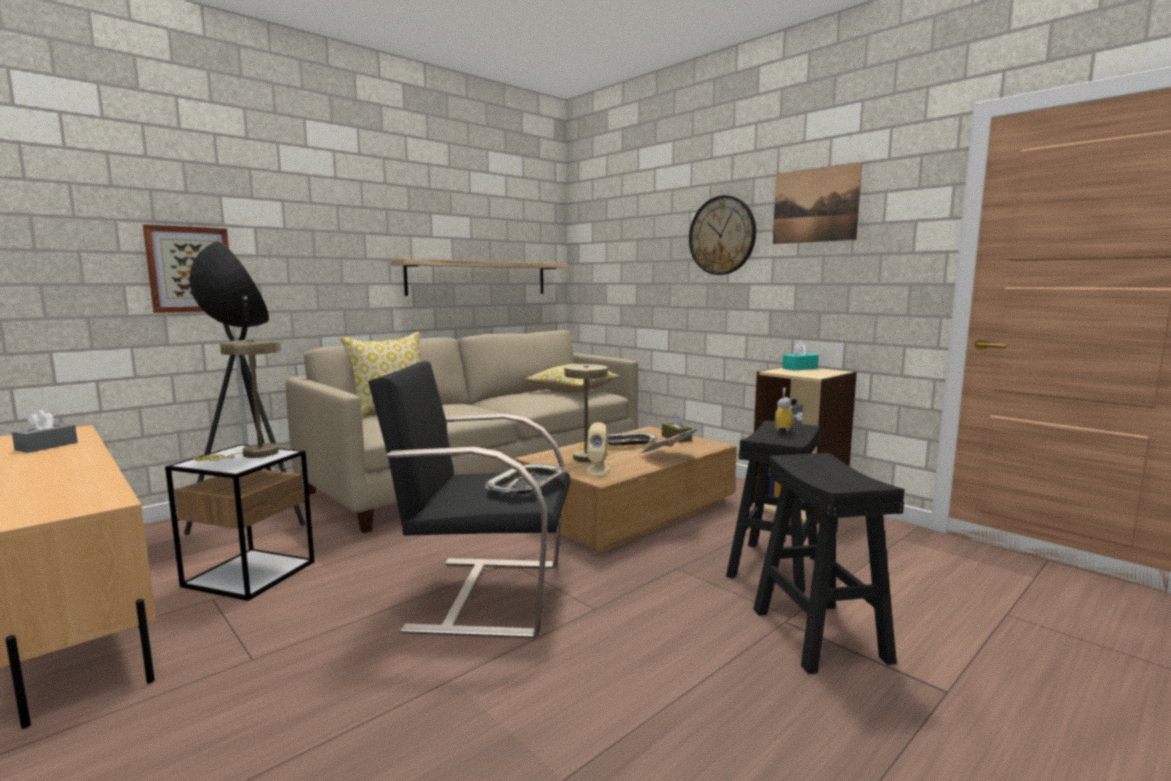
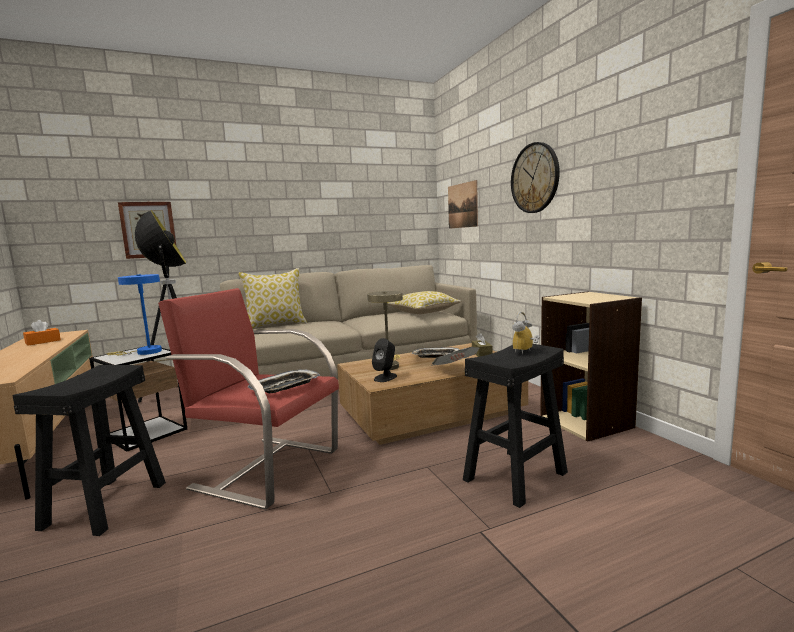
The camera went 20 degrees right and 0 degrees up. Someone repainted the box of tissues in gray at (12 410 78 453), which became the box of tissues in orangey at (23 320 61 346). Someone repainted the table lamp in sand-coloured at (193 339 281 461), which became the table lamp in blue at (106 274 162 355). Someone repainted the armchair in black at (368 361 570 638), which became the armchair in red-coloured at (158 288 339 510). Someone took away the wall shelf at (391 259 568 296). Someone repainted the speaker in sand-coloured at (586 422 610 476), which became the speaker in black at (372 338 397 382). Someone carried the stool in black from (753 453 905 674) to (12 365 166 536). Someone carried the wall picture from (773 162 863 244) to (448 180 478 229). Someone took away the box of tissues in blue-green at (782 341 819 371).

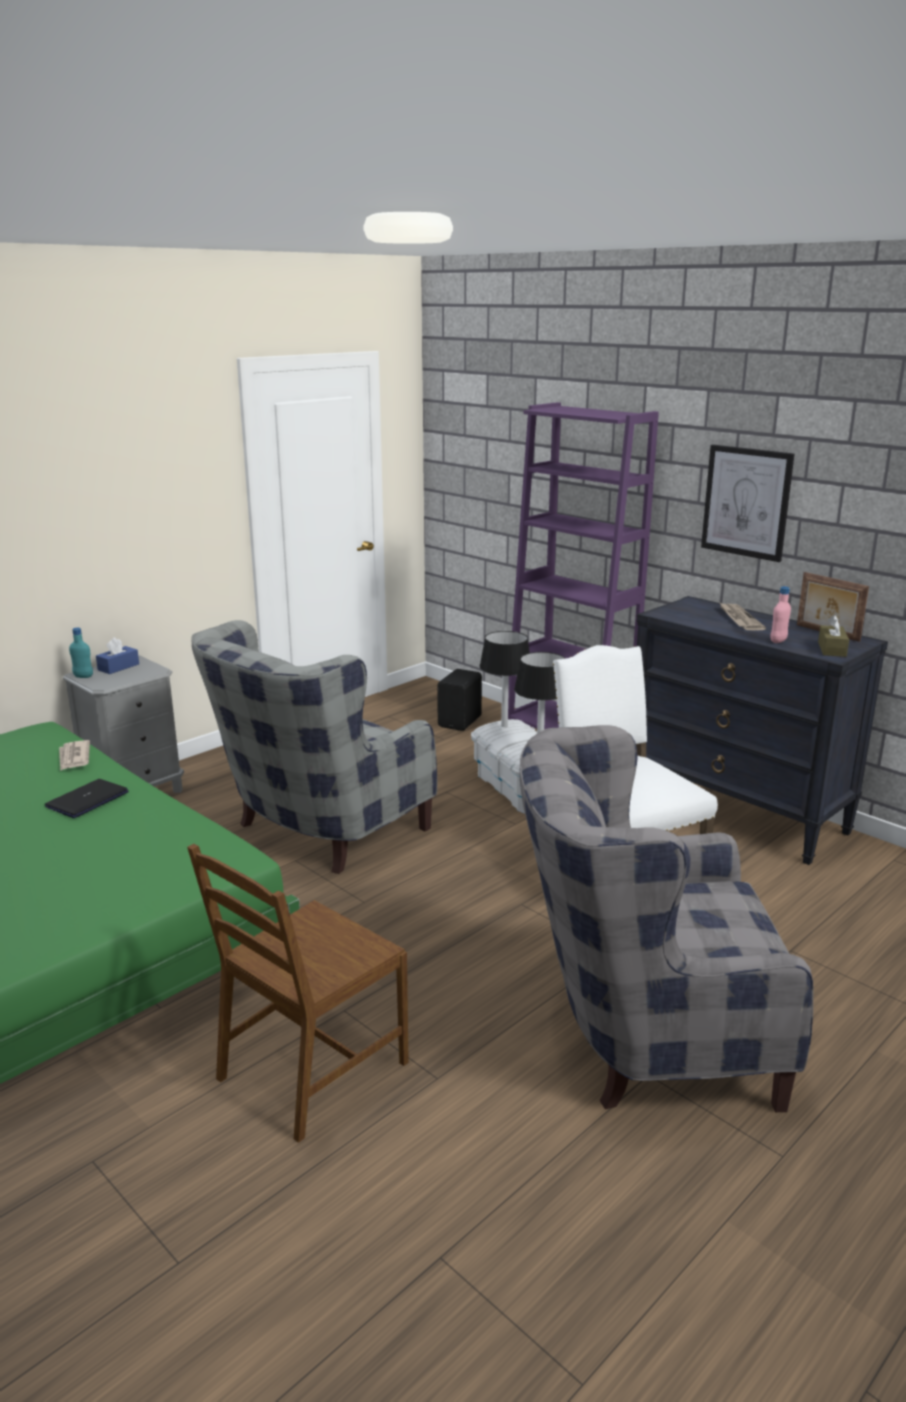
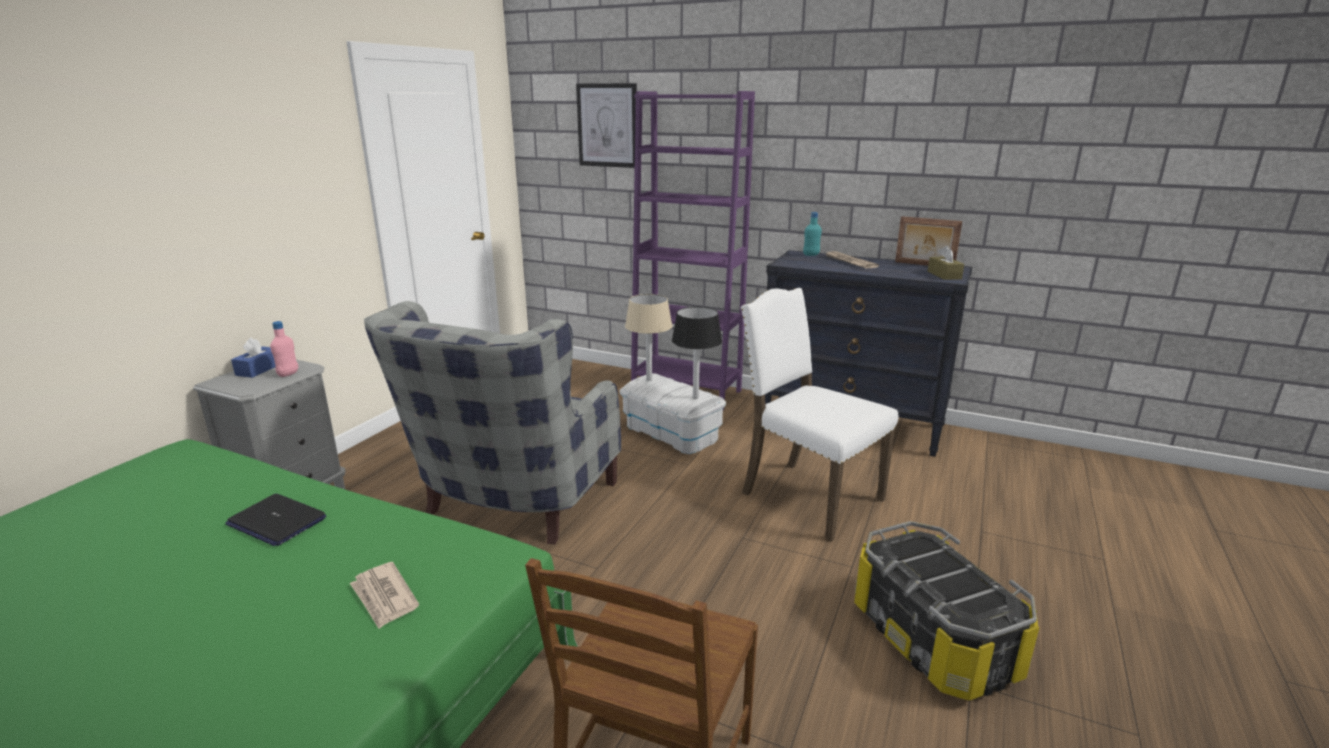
The camera went 20 degrees left and 0 degrees up. Someone rotated the portable computer at (45 779 129 818) by 75 degrees counterclockwise. Someone carried the daily paper from (59 740 90 771) to (350 562 419 629). Someone carried the beverage bottle in blue-green from (69 628 93 678) to (803 212 822 256). Someone took away the speaker in black at (437 669 482 731). Someone repainted the table lamp in black at (479 631 530 727), which became the table lamp in sand-coloured at (625 294 673 381). Someone swapped the armchair in gray at (520 725 813 1112) for the storage bin at (854 521 1039 701). Someone carried the wall picture from (701 444 794 562) to (576 83 637 168). Someone carried the beverage bottle in pink from (770 586 791 643) to (270 321 298 377).

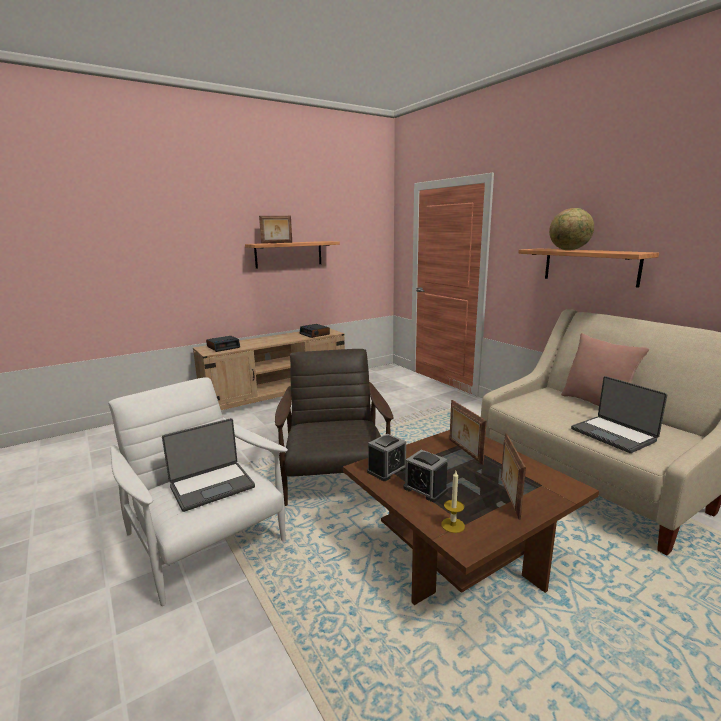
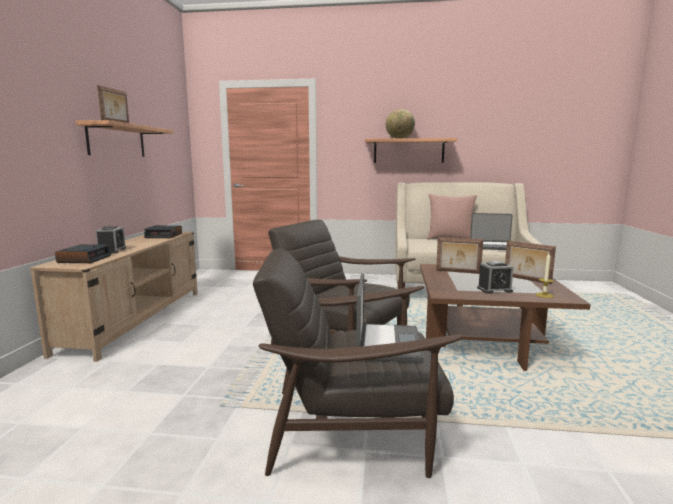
The camera went 50 degrees left and 5 degrees down. Someone repainted the armchair in white-coloured at (108 377 288 606), which became the armchair in brownish at (253 248 463 478). Someone carried the alarm clock from (367 434 406 481) to (95 226 126 254).

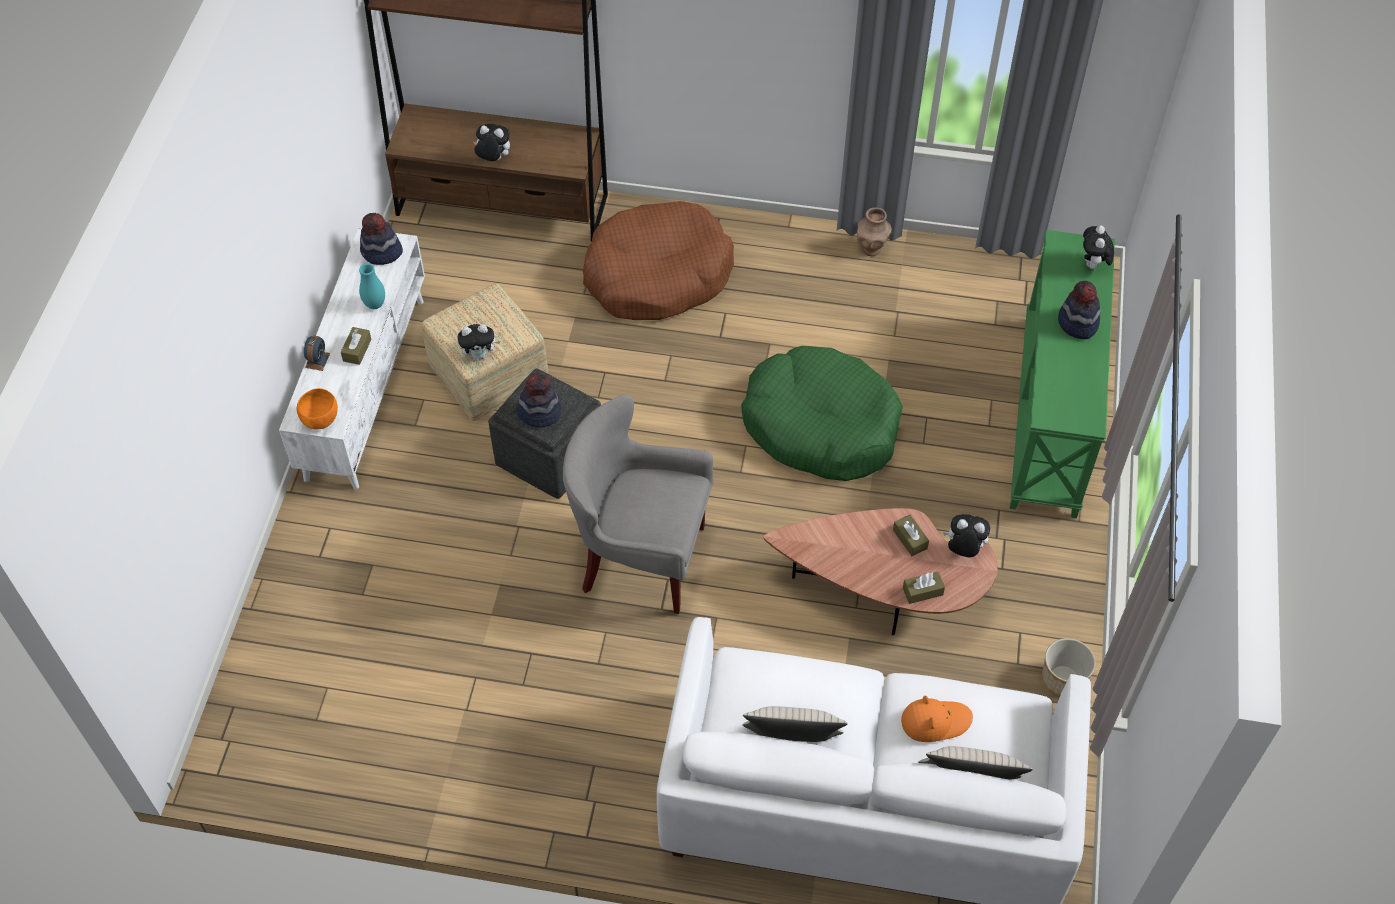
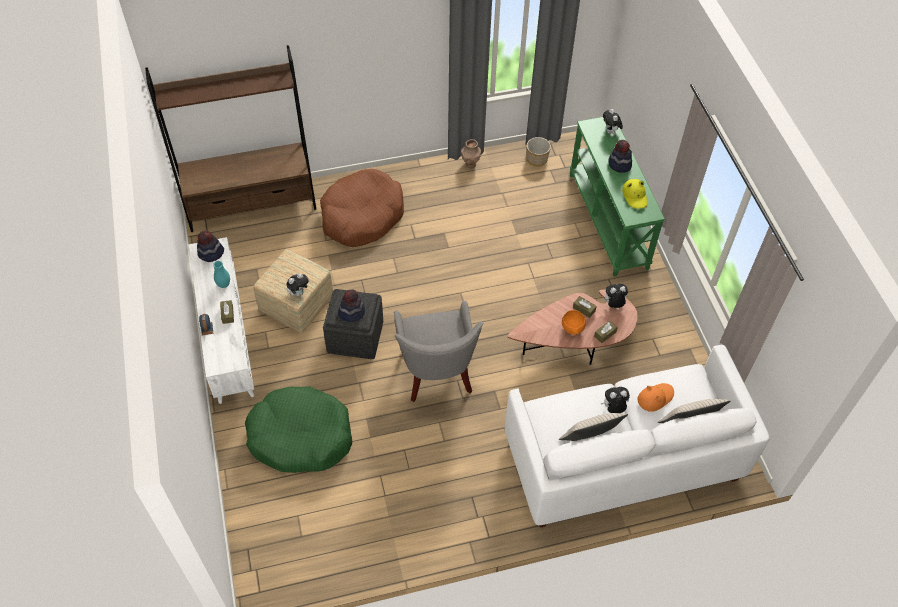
The camera went 25 degrees left and 0 degrees up. Someone carried the deep dish in orangey from (297 388 338 429) to (562 310 586 335). Someone carried the cuddly toy from (474 124 510 161) to (601 387 630 413). Someone rotated the armchair in gray at (563 394 713 614) by 90 degrees counterclockwise. Someone carried the dog cushion in green-coloured from (741 346 903 481) to (245 386 352 473). Someone carried the flower pot from (1042 638 1096 696) to (527 137 551 166). Someone put down the clothing hat in yellow at (622 179 648 209).

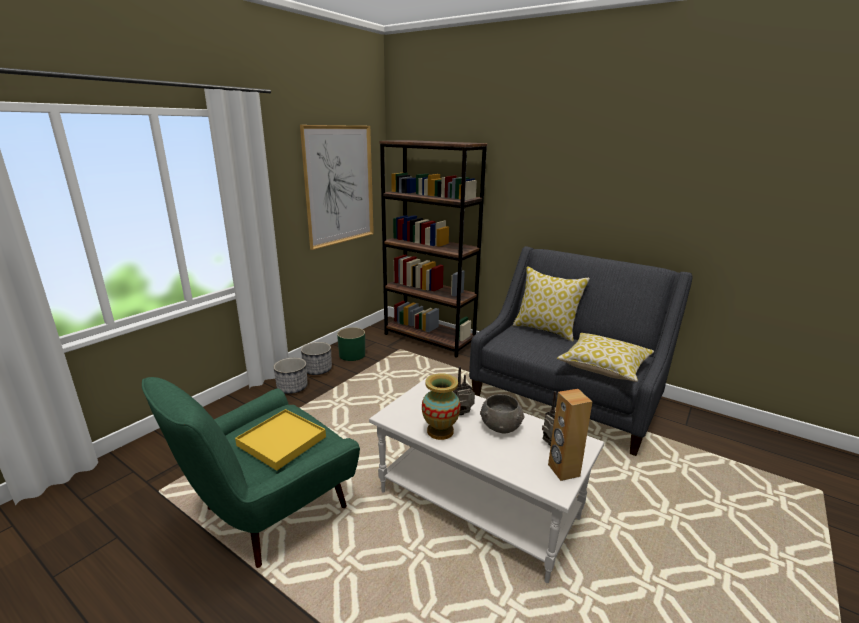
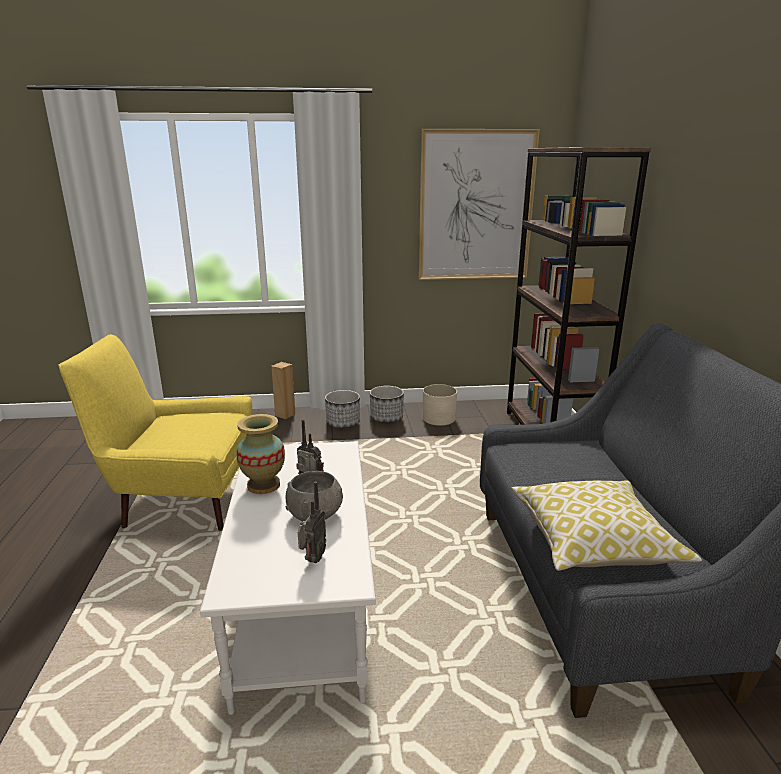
The camera went 50 degrees right and 0 degrees up. Someone repainted the armchair in green-coloured at (142 377 360 568), which became the armchair in yellow at (58 334 253 531). Someone took away the carrying tray in yellow at (235 409 326 471). Someone repainted the flower pot in green-coloured at (337 327 365 361), which became the flower pot in sand-coloured at (423 384 457 426). Someone took away the cushion at (513 266 590 342). Someone carried the speaker in brownish from (548 389 593 481) to (271 362 295 419).

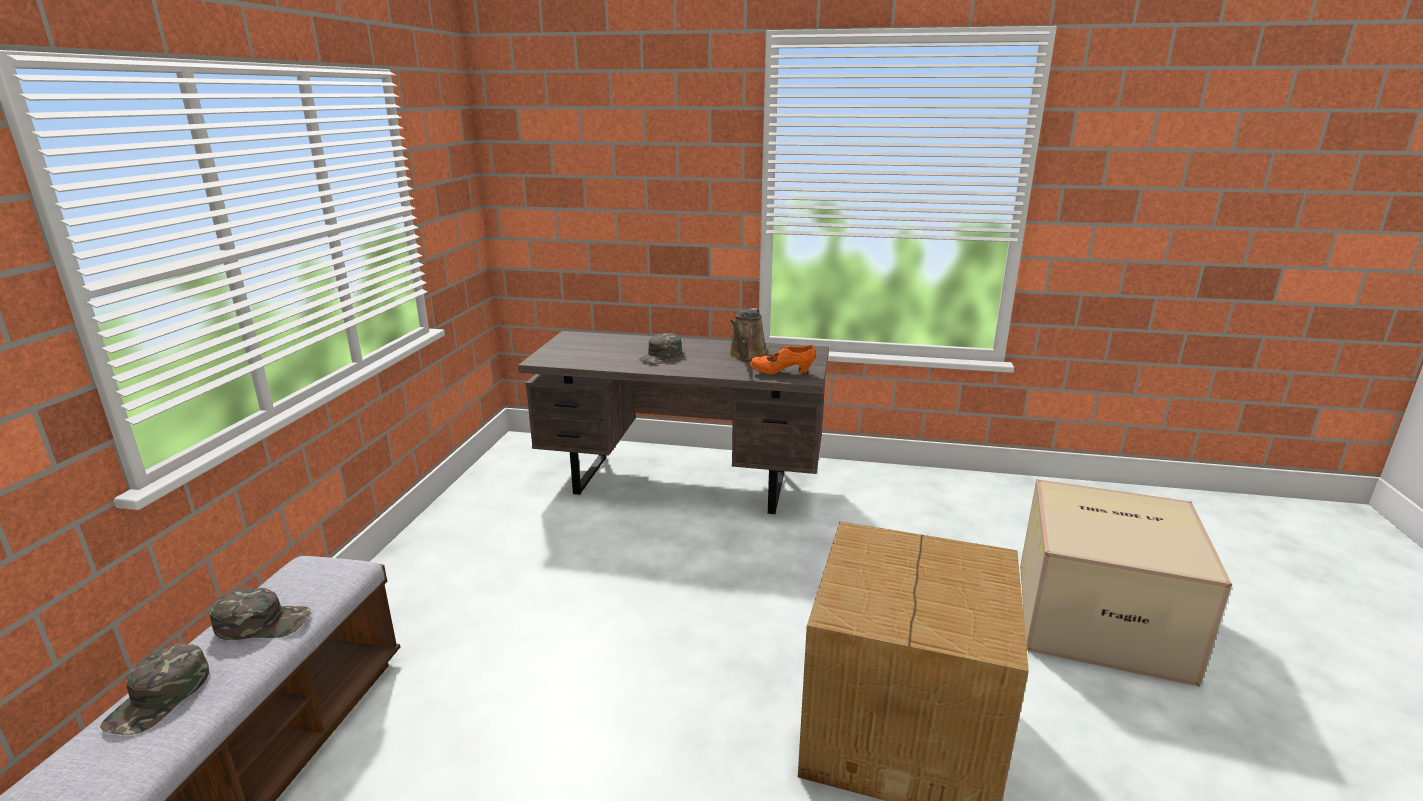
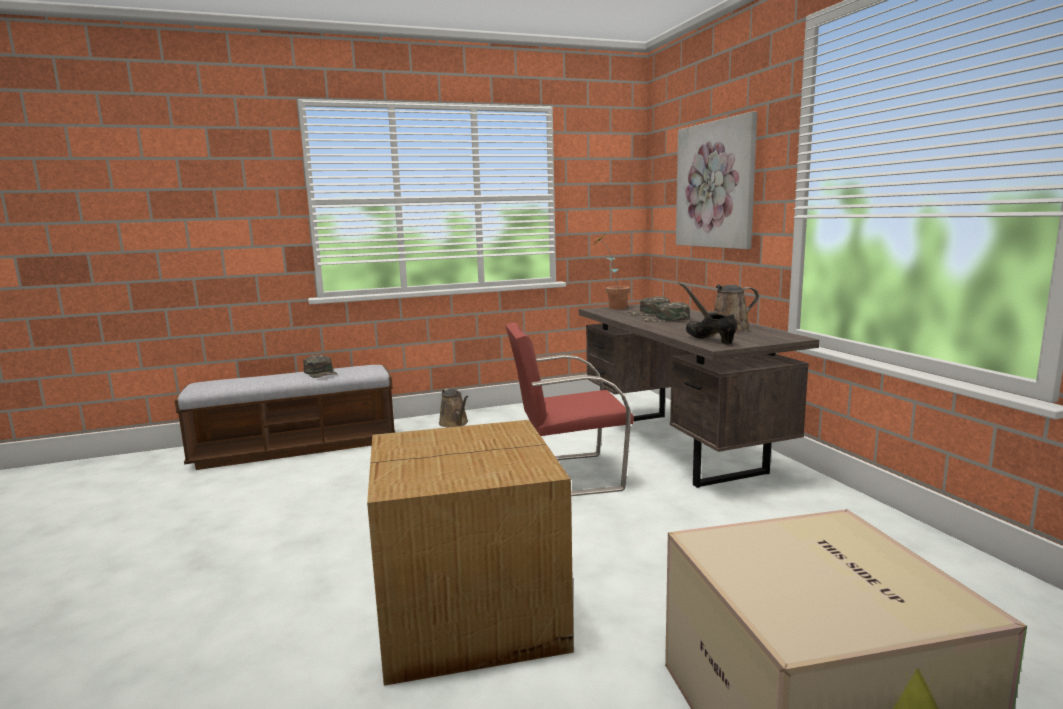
The camera went 60 degrees right and 10 degrees down. Someone carried the peaked cap in green-coloured from (100 643 209 734) to (627 296 670 316). Someone repainted the item of footwear in orangey at (750 345 816 374), which became the item of footwear in black at (686 314 737 344). Someone put down the watering pot in brownish at (439 388 468 427). Someone put down the chair in red-coloured at (506 322 634 496). Someone put down the houseplant at (593 235 630 309). Someone put up the wall picture at (676 112 757 249).

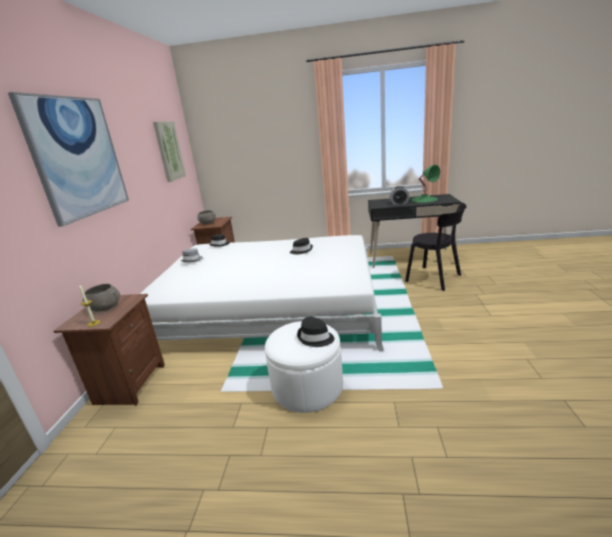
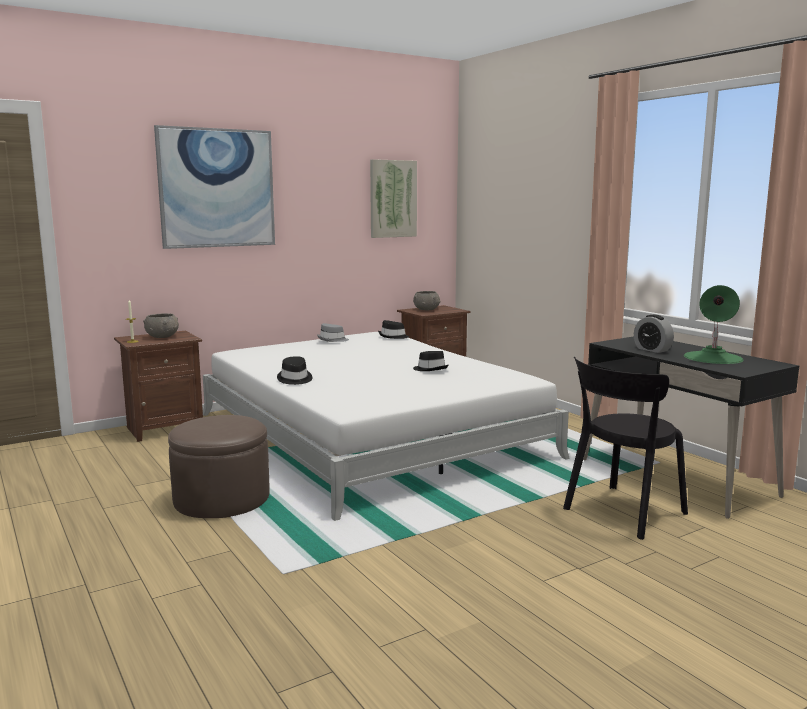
The camera went 50 degrees right and 10 degrees down. Someone repainted the ottoman in white-coloured at (265 321 343 413), which became the ottoman in brownish at (168 415 270 518). Someone carried the clothing hat in black from (297 317 335 347) to (277 356 312 385). Someone rotated the chair in black at (405 203 467 291) by 45 degrees clockwise.

